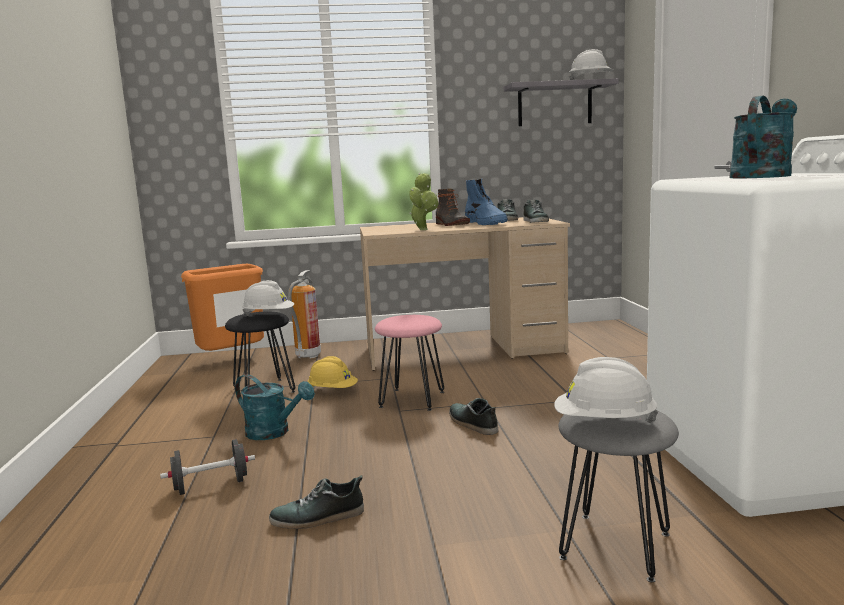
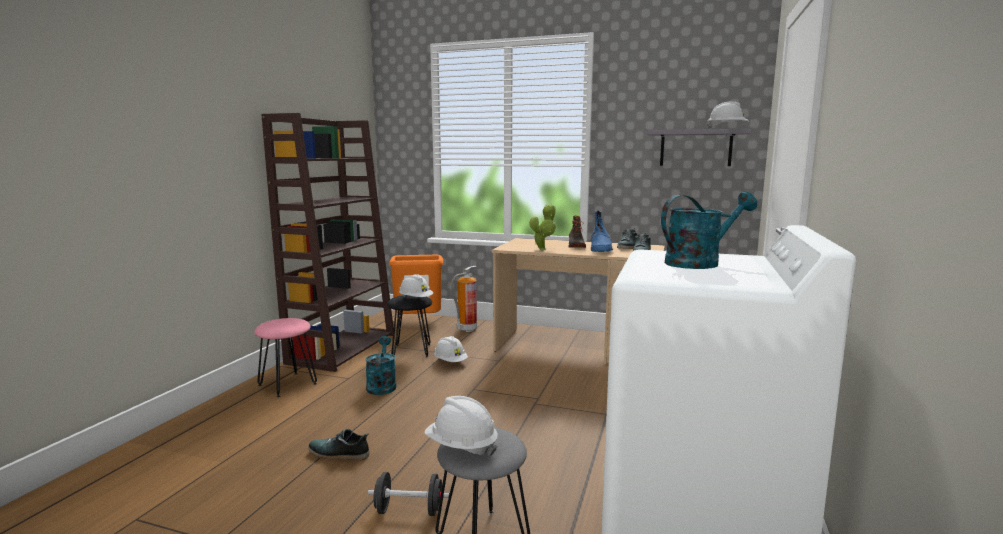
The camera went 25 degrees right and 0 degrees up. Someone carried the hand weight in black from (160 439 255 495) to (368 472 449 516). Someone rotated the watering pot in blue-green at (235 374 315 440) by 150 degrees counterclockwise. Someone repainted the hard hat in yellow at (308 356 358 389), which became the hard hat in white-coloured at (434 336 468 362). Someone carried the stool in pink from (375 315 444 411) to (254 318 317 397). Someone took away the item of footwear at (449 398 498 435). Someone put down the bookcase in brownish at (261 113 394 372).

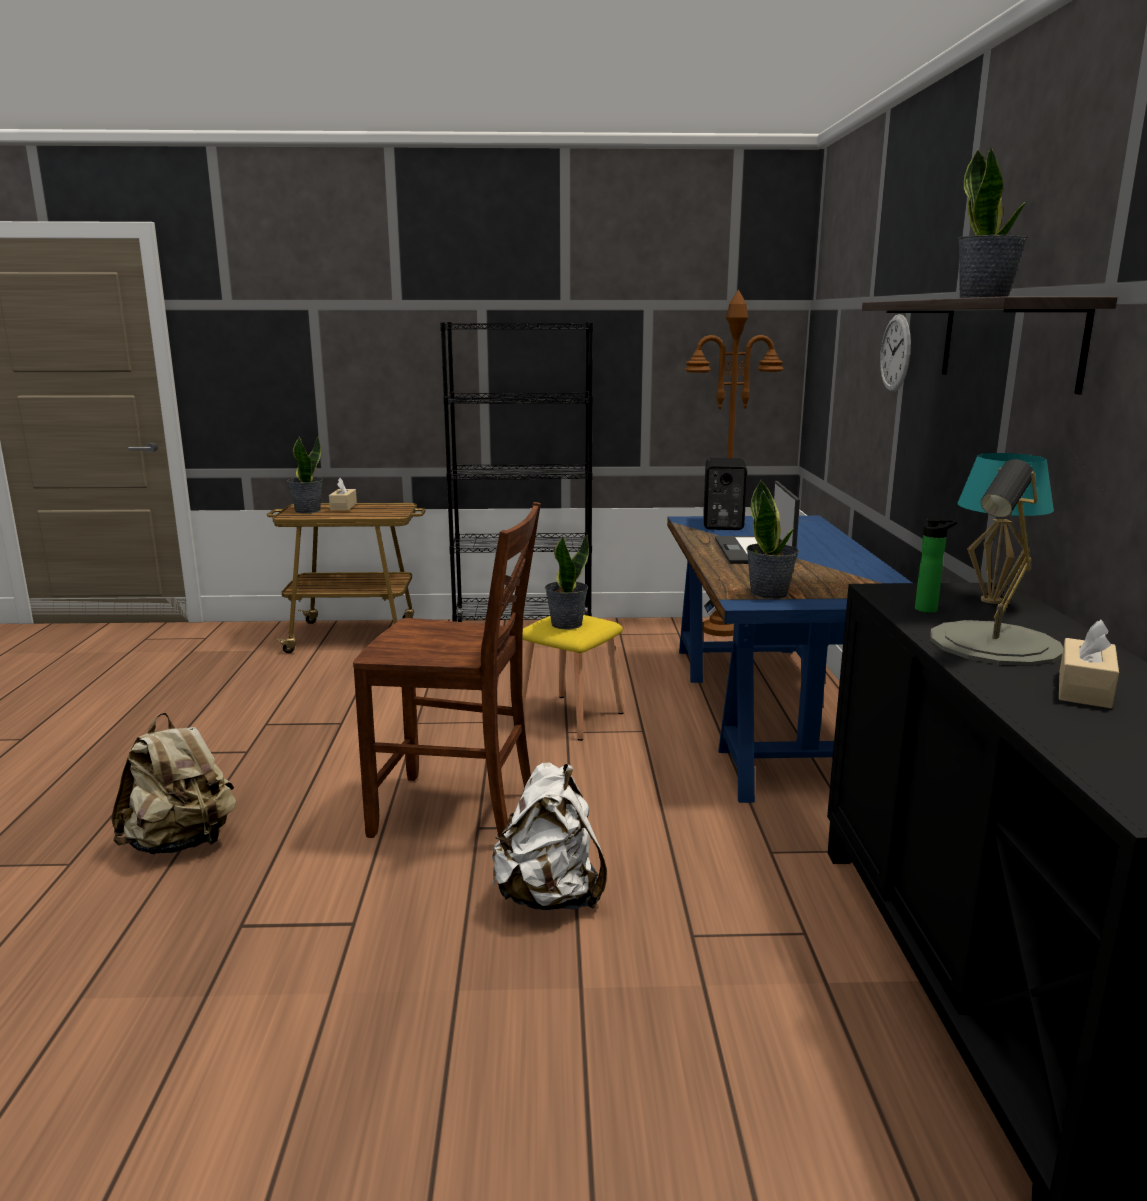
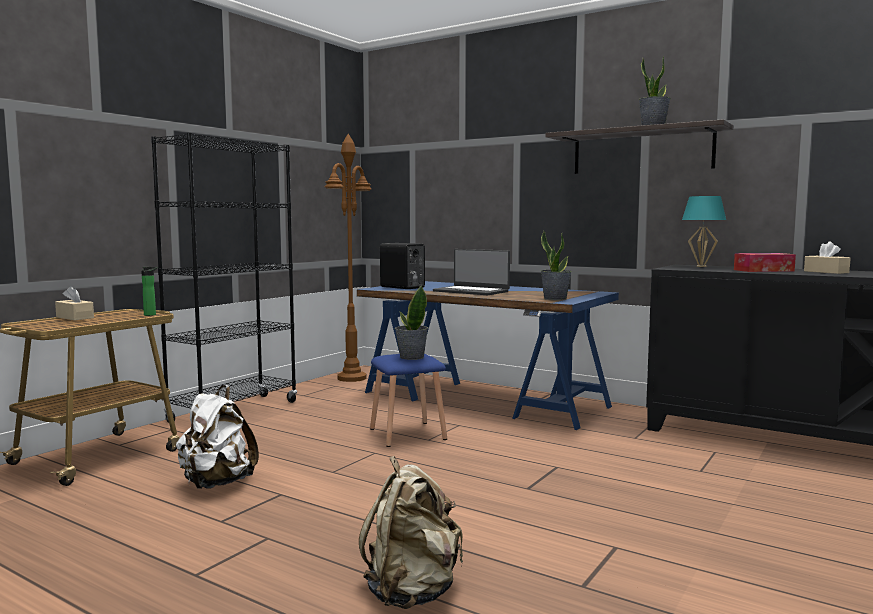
The camera went 55 degrees left and 10 degrees down. Someone took away the houseplant at (287 436 323 513). Someone took away the chair in brownish at (353 502 541 841). Someone carried the rucksack in white-coloured from (492 762 607 910) to (176 385 259 489). Someone repainted the stool in yellow at (522 615 624 741), which became the stool in blue at (370 354 447 447). Someone took away the wall clock at (880 314 911 392). Someone carried the beverage bottle from (915 518 957 613) to (141 267 157 316). Someone swapped the table lamp in gray at (930 459 1063 666) for the box of tissues at (734 253 796 272).

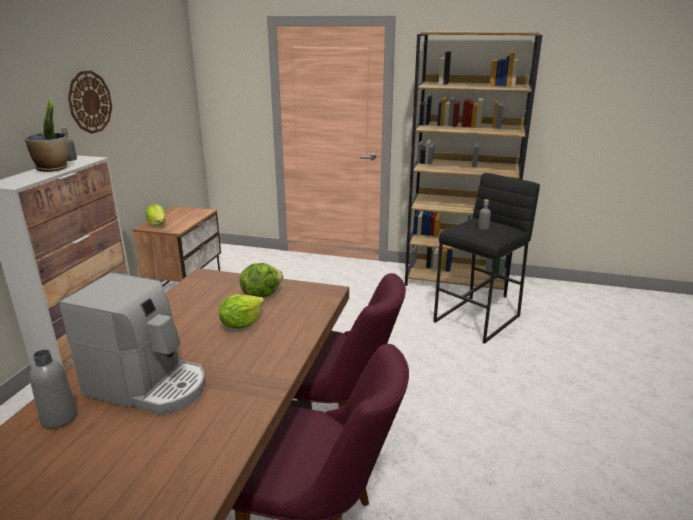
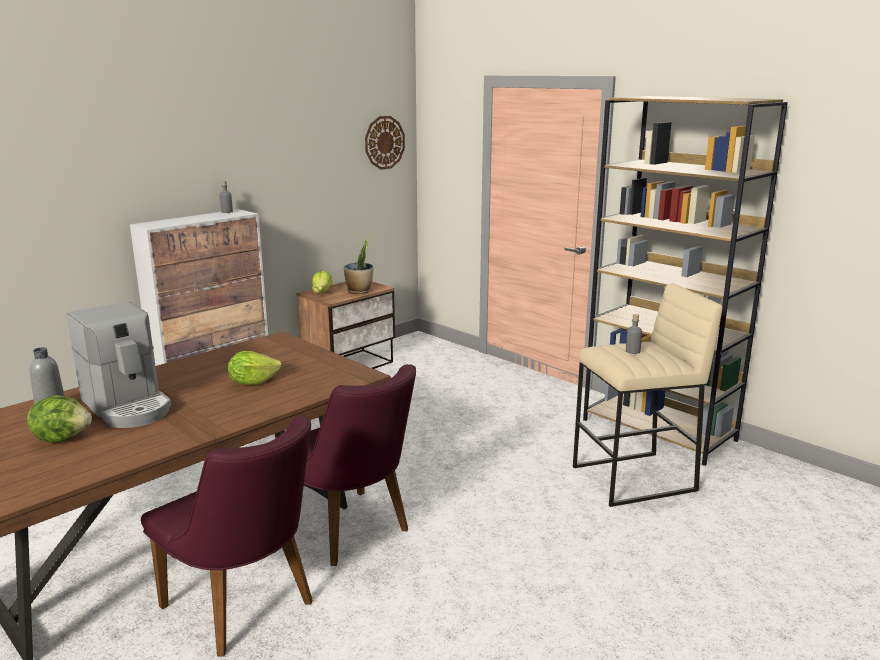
The camera went 30 degrees right and 5 degrees down. Someone carried the houseplant from (25 98 68 172) to (344 237 373 294). Someone carried the wall clock from (68 70 112 134) to (365 116 405 170). Someone carried the lettuce head from (240 263 283 298) to (27 395 92 442). Someone repainted the stool in black at (434 173 540 344), which became the stool in sand-coloured at (573 284 722 507).

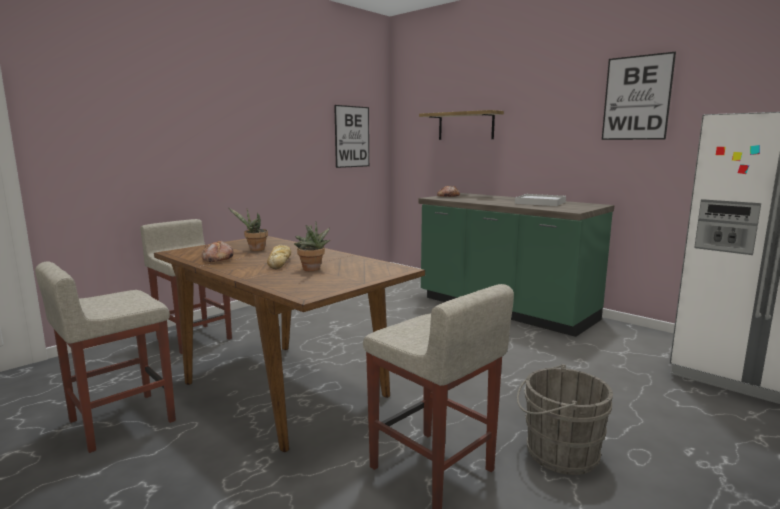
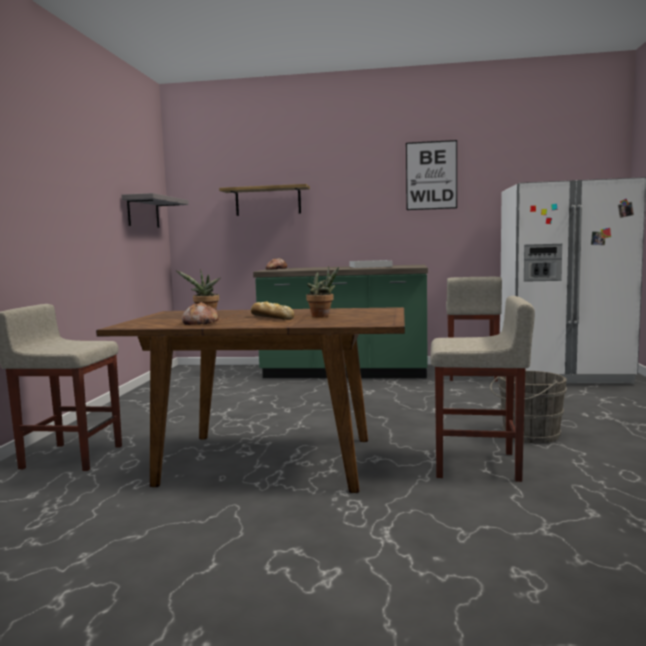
The camera went 35 degrees left and 5 degrees down. Someone carried the stool in sand-coloured from (35 261 176 453) to (446 277 502 382). Someone swapped the wall picture at (334 105 369 168) for the wall shelf in gray at (121 193 189 228).

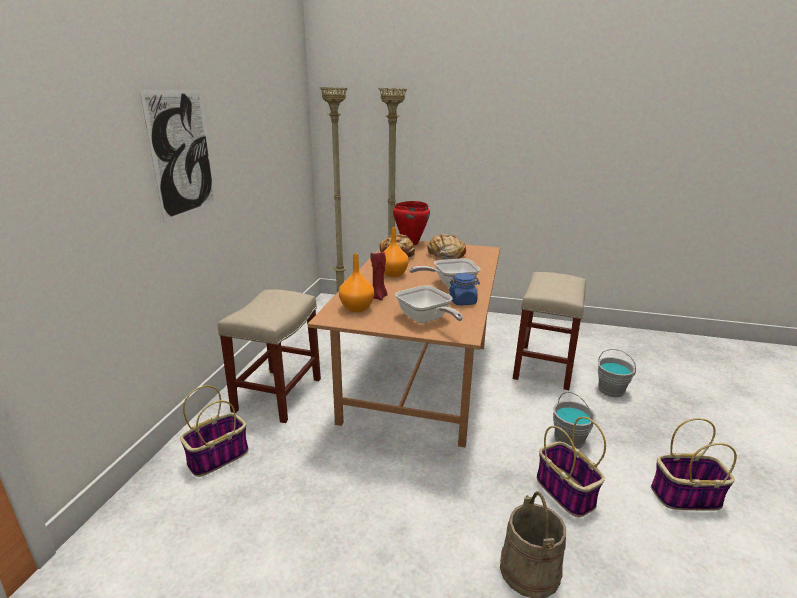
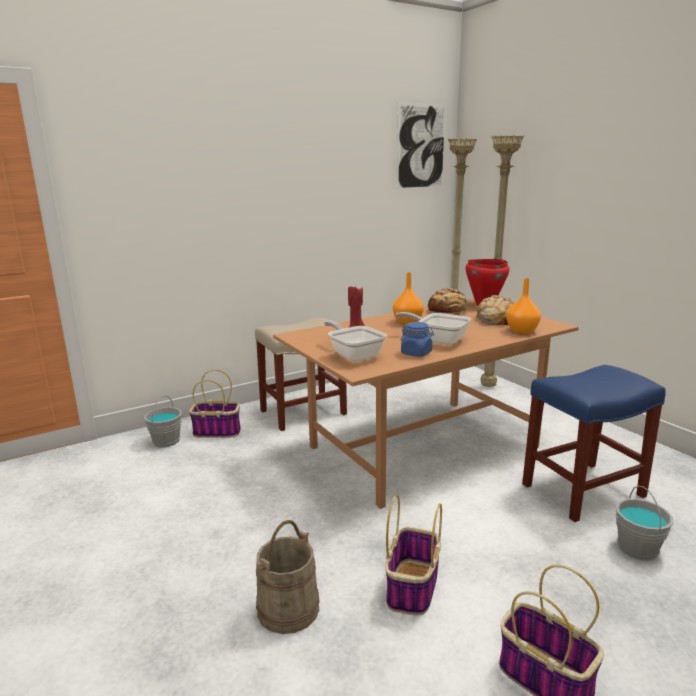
The camera went 45 degrees right and 5 degrees down. Someone carried the wall picture from (140 90 216 222) to (397 102 446 190). Someone carried the flower vase in orangey from (339 253 374 312) to (506 278 541 334). Someone rotated the skillet at (395 285 463 323) by 135 degrees clockwise. Someone repainted the stool in sand-coloured at (513 272 586 390), which became the stool in blue at (522 365 666 522). Someone carried the bucket in gray from (553 392 596 449) to (144 396 182 447).

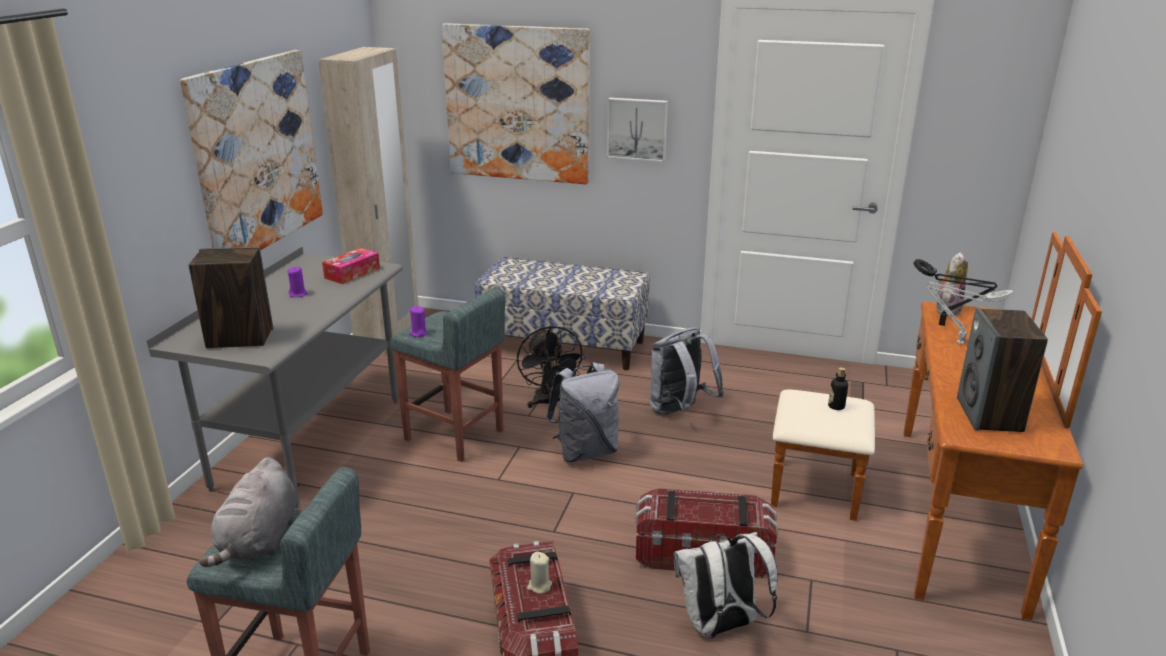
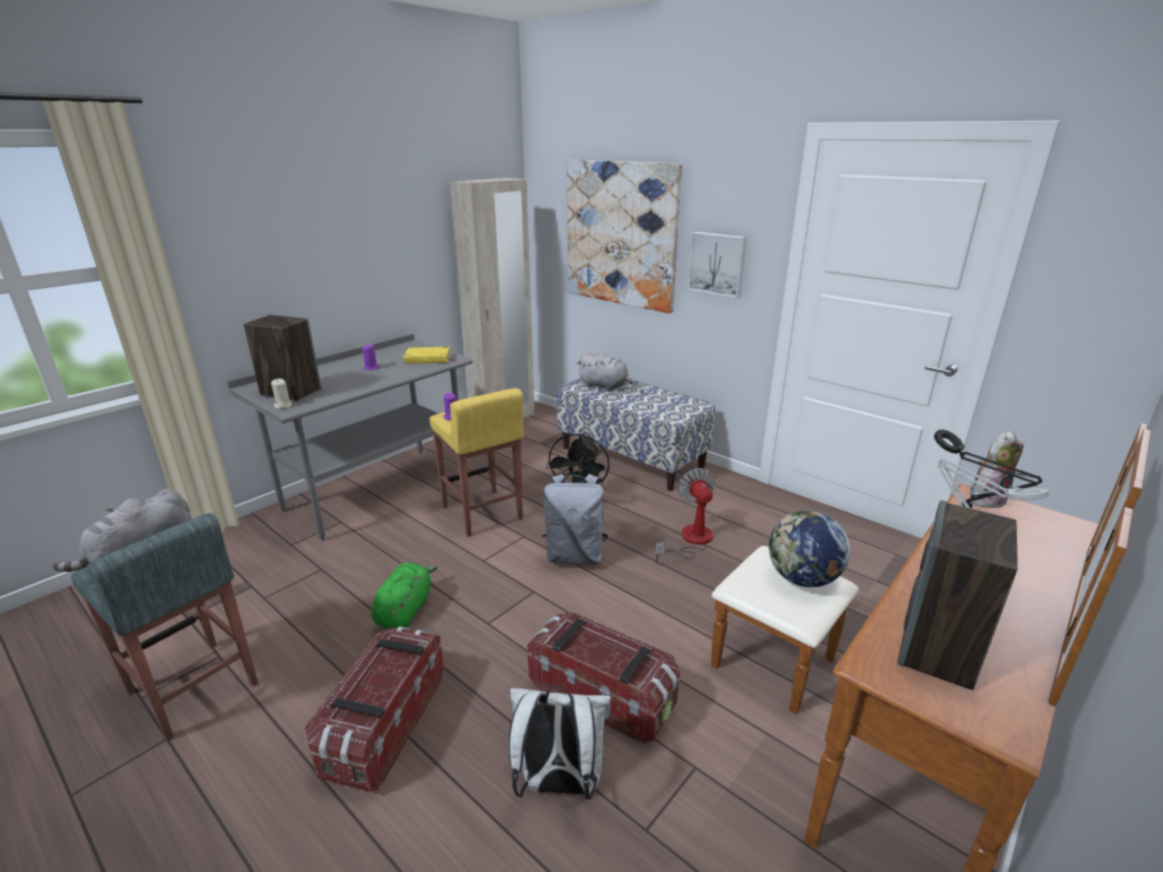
The camera went 25 degrees right and 0 degrees up. Someone took away the wall picture at (180 50 323 250). Someone swapped the box of tissues at (322 248 380 284) for the volume in yellow at (403 347 456 364). Someone repainted the stool in gray at (390 288 505 462), which became the stool in yellow at (429 388 524 537). Someone carried the wax light in sand-coloured from (527 552 552 594) to (271 378 292 409). Someone swapped the rucksack in gray at (649 327 724 415) for the fan at (656 468 716 564). Someone swapped the beverage bottle at (828 367 848 410) for the desk globe at (769 510 850 587). Someone put down the cuddly toy in green-coloured at (371 563 438 629). Someone put down the cuddly toy in gray at (576 351 633 391).

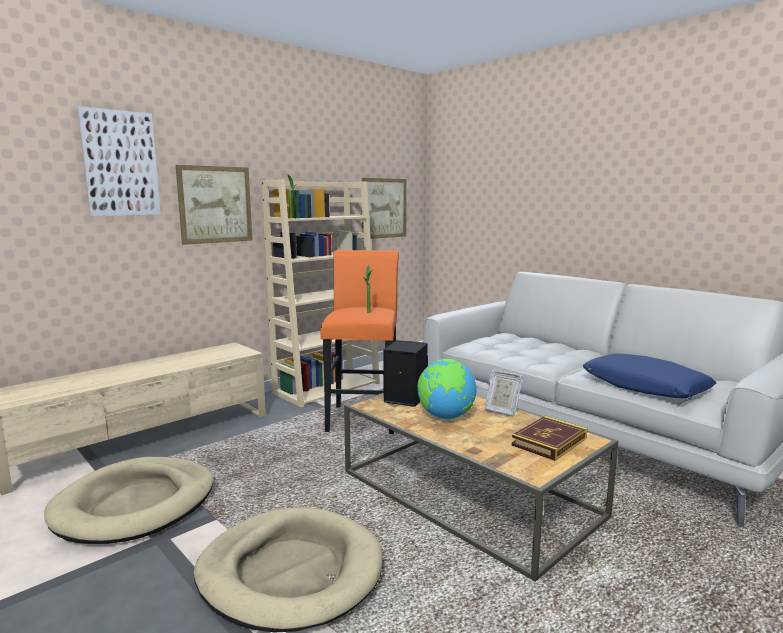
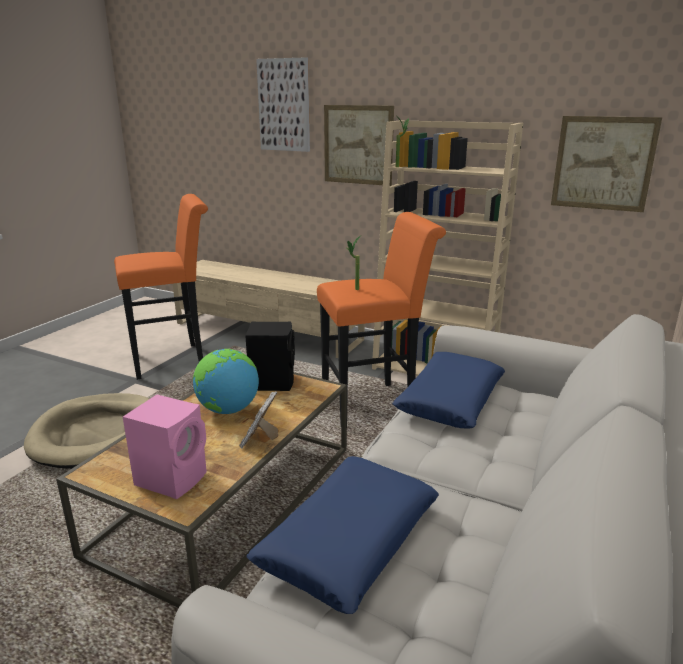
The camera went 70 degrees right and 10 degrees up. Someone swapped the dog cushion in sand-coloured at (44 457 214 544) for the stool in orangey at (114 194 208 380). Someone swapped the volume at (511 416 587 461) for the speaker in pink at (123 395 207 499). Someone put down the cushion in blue at (392 352 505 429).

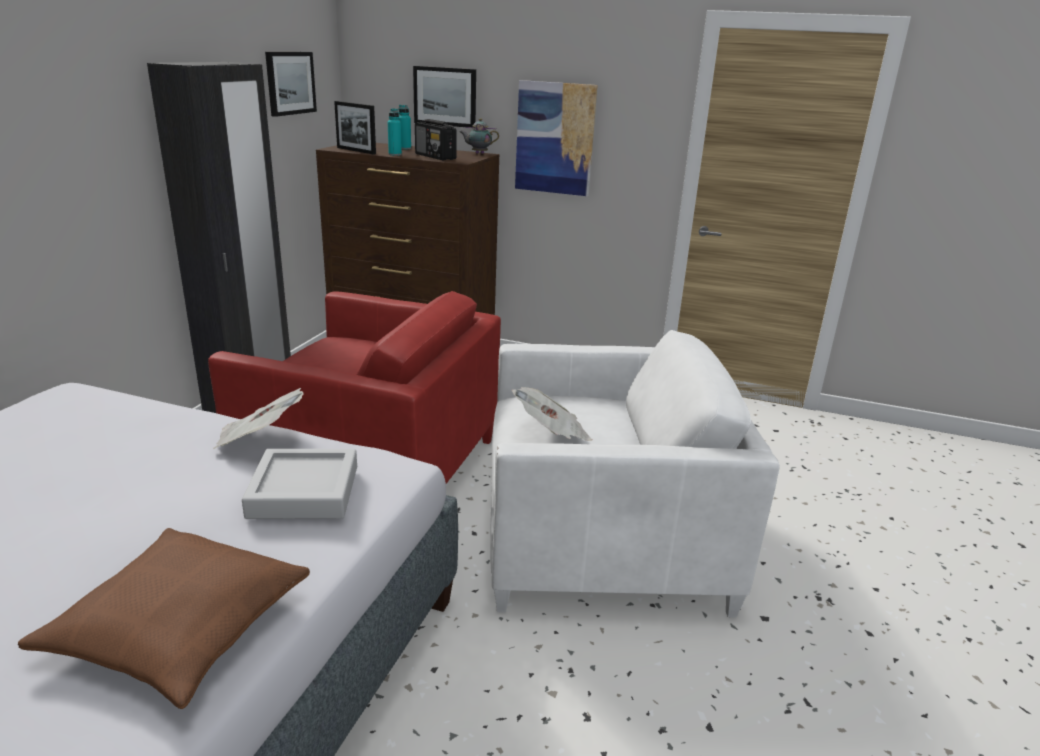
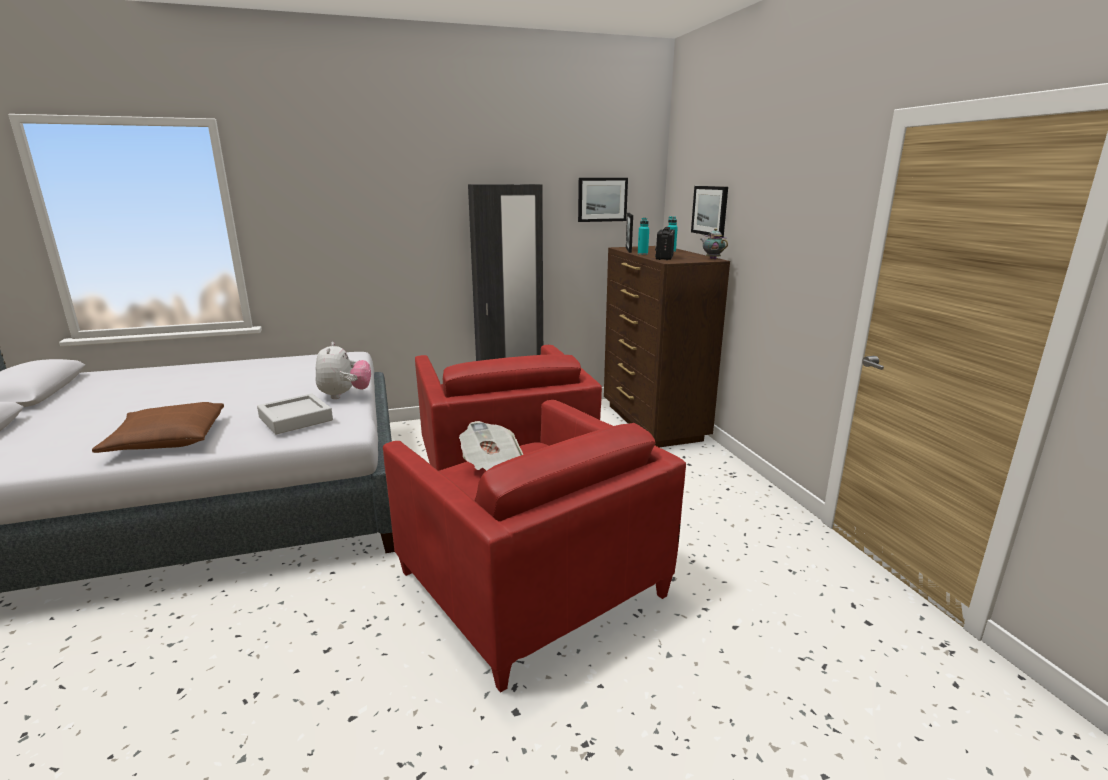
The camera went 55 degrees right and 5 degrees down. Someone swapped the daily paper at (213 388 304 449) for the cuddly toy at (316 342 371 399). Someone repainted the armchair in white-coloured at (490 330 780 617), which became the armchair in red-coloured at (383 400 686 693). Someone took away the wall picture at (515 80 598 196).

